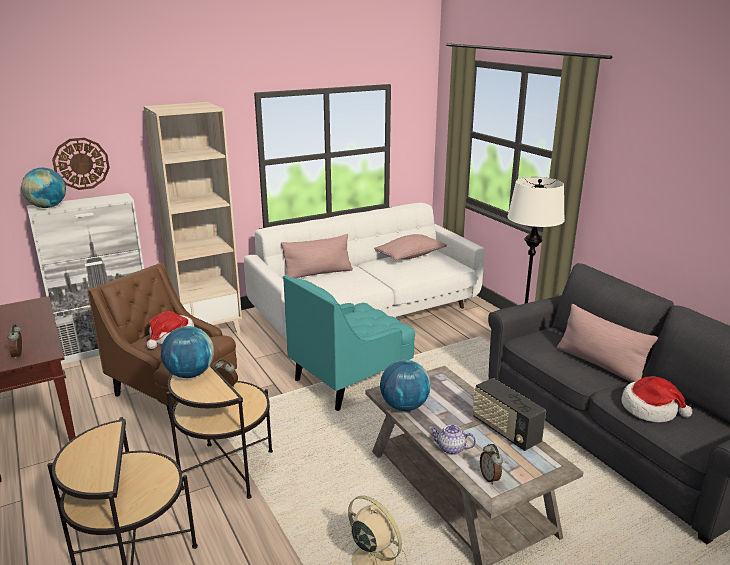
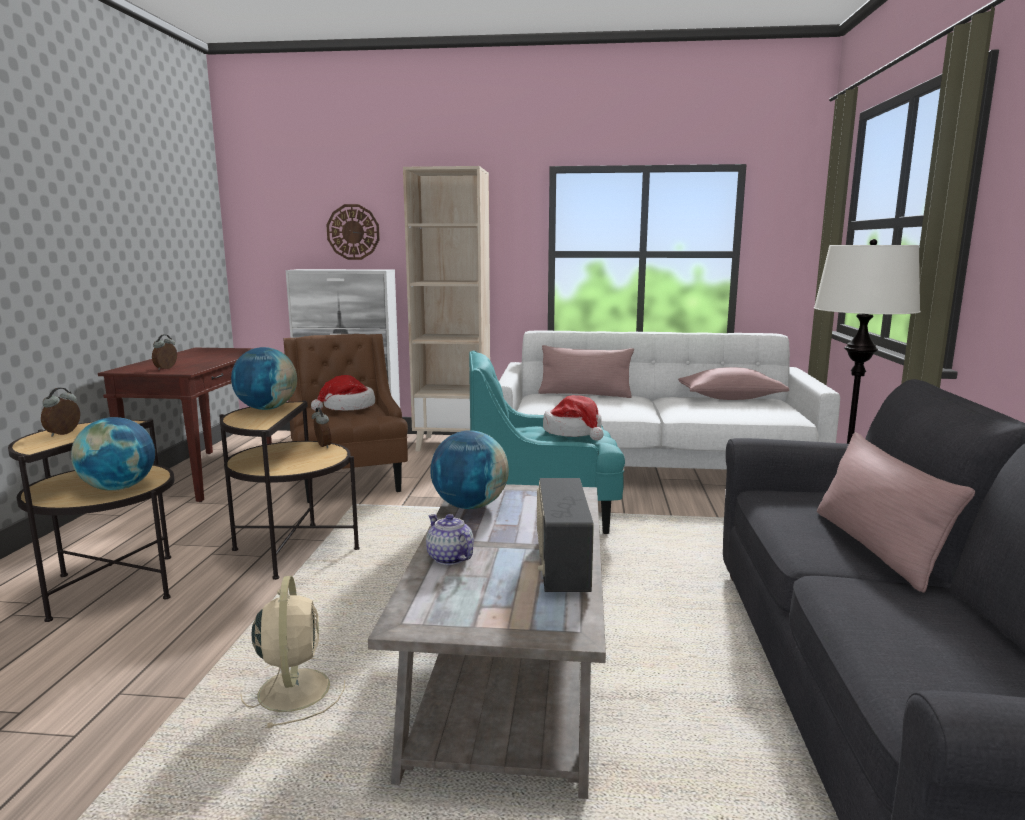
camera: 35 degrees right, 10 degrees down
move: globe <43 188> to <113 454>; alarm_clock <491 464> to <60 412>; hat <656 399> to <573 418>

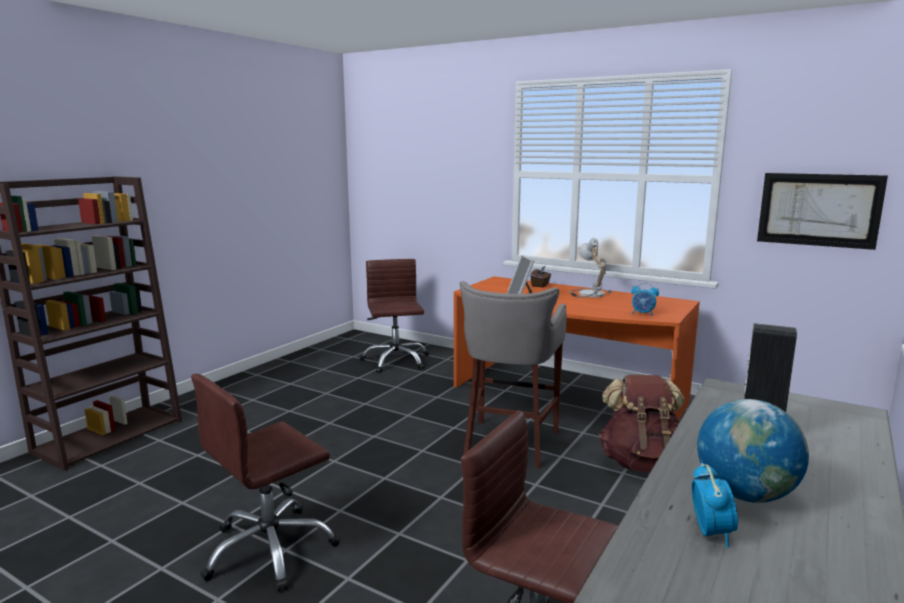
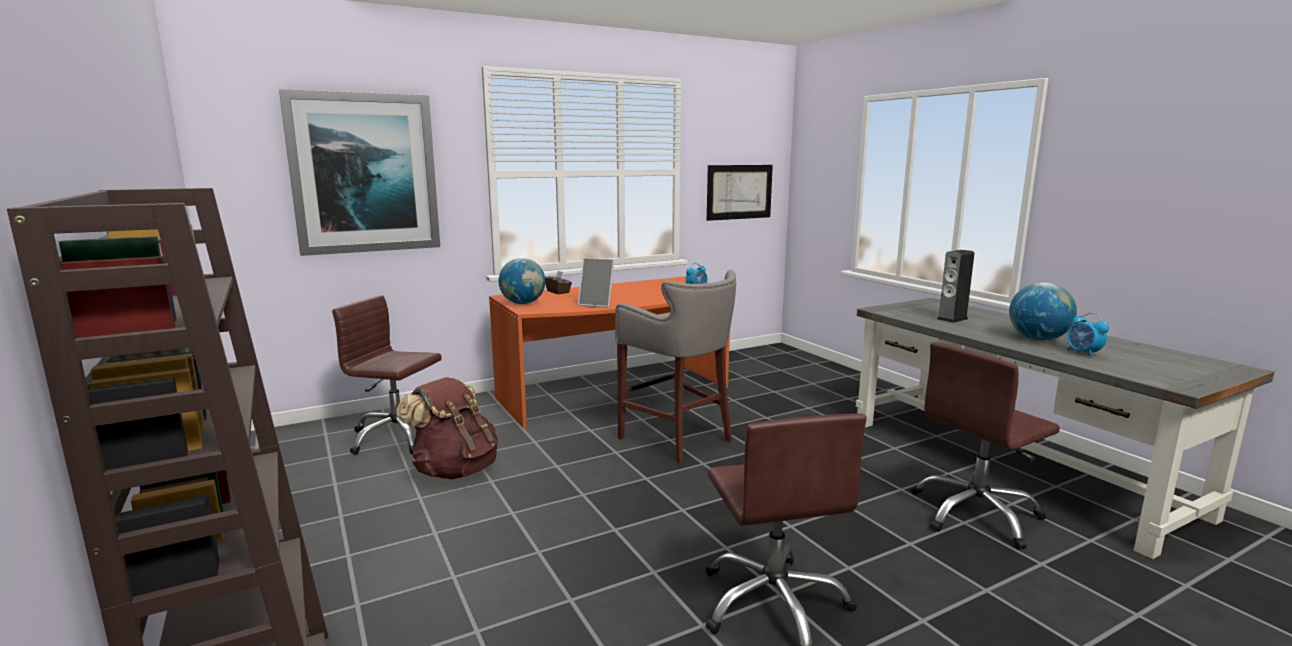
camera: 60 degrees left, 0 degrees up
delete: table_lamp <590 268>
insert: picture <359 172>; globe <522 281>
move: brown_backpack <642 423> to <447 428>
rotate: alarm_clock <715 505> = <1088 335> 150 degrees counterclockwise

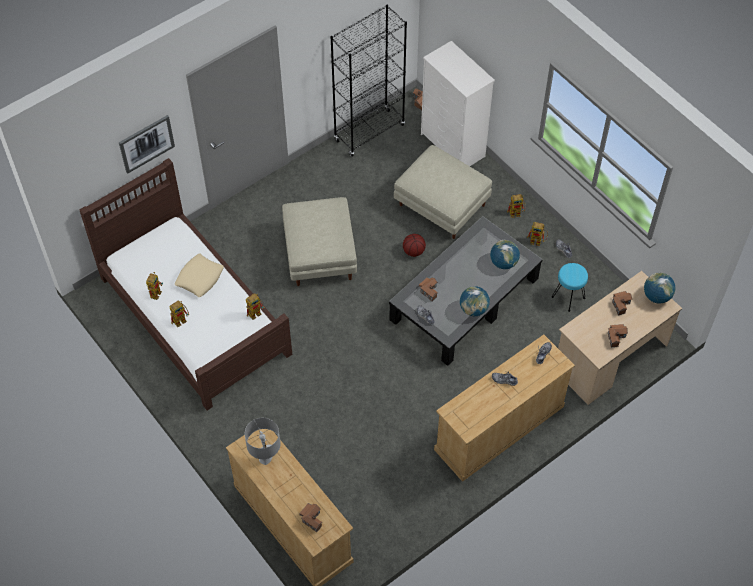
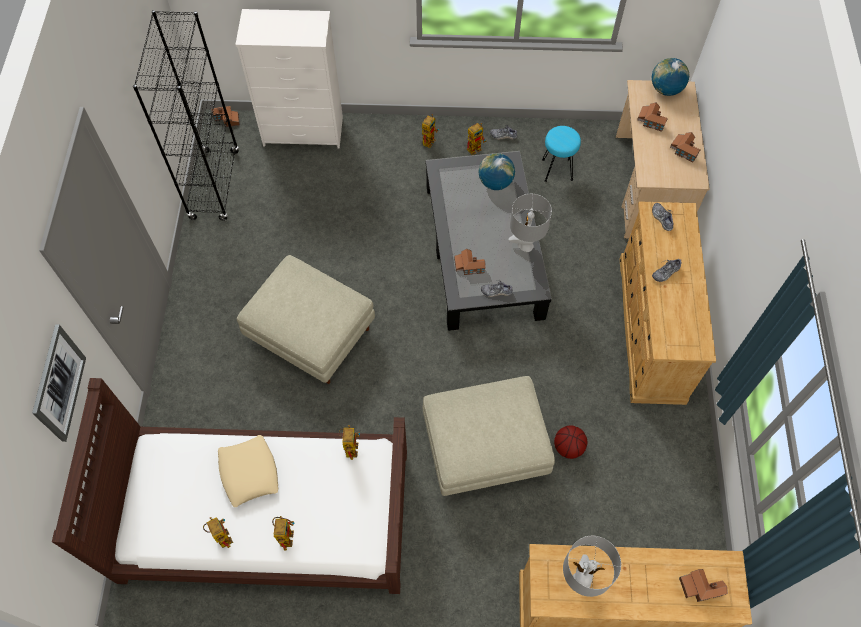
camera: 50 degrees left, 5 degrees up
move: beige_ottoman <443 192> to <489 436>; basketball <414 245> to <570 442>
replace: globe <475 301> to grey_table_lamp <530 223>

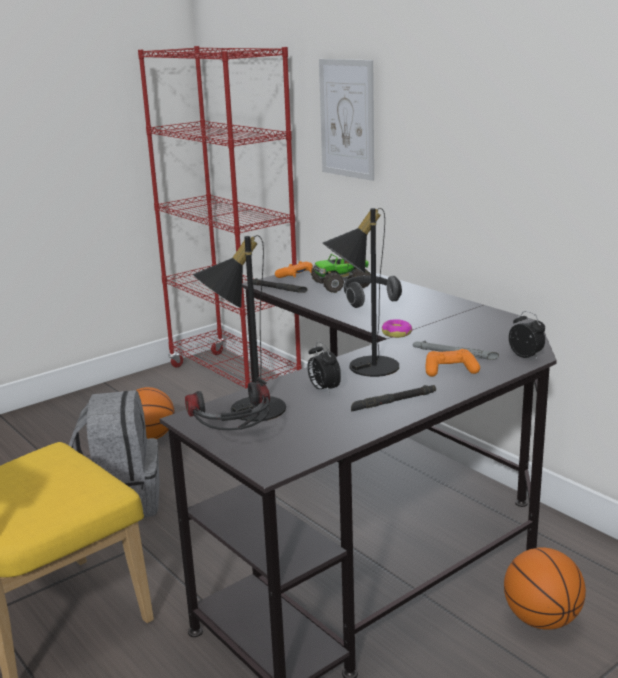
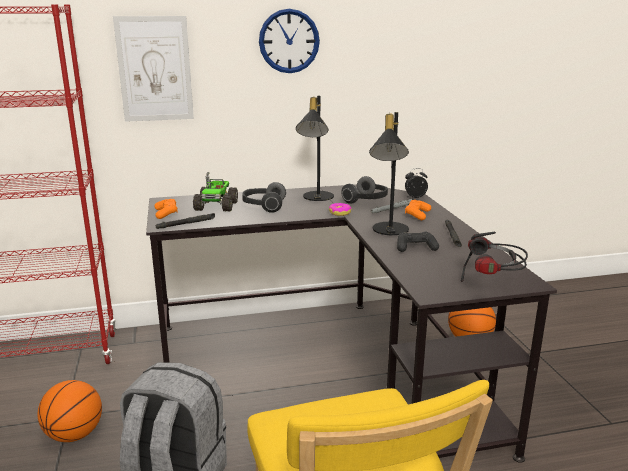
camera: 65 degrees left, 0 degrees up
insert: wall_clock <289 41>; headphones <364 190>
move: black_table_lamp <239 328> to <315 148>
replace: alarm_clock <324 368> to black_game_controller <418 242>

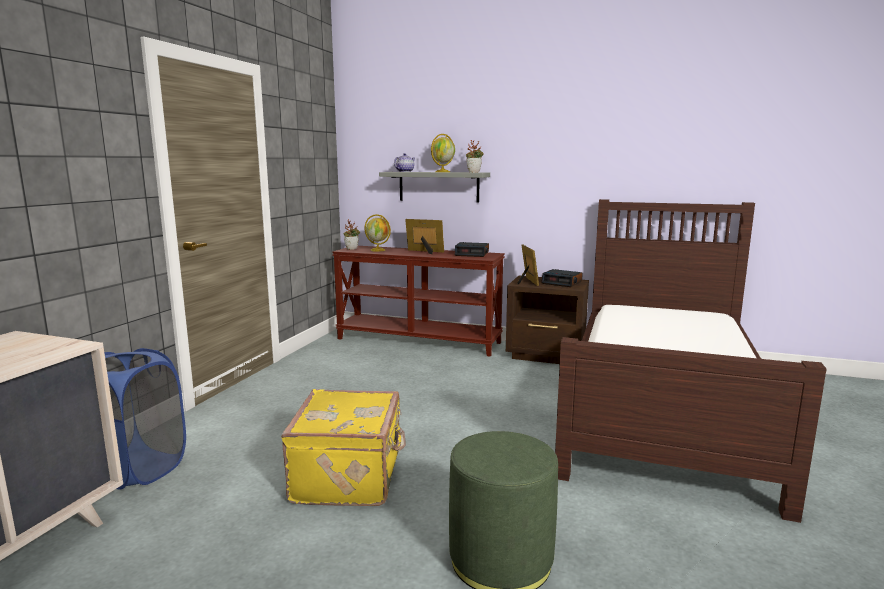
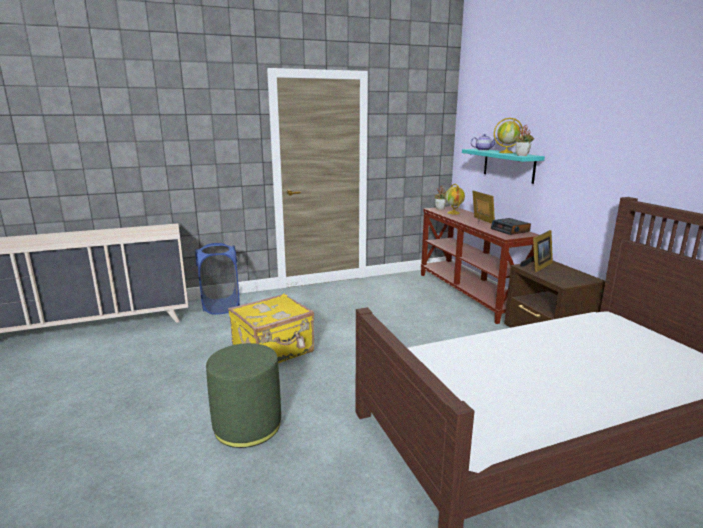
camera: 50 degrees right, 5 degrees up
delete: alarm_clock <562 278>
recolor: grey_shelf <434 187> to turquoise_shelf <503 166>

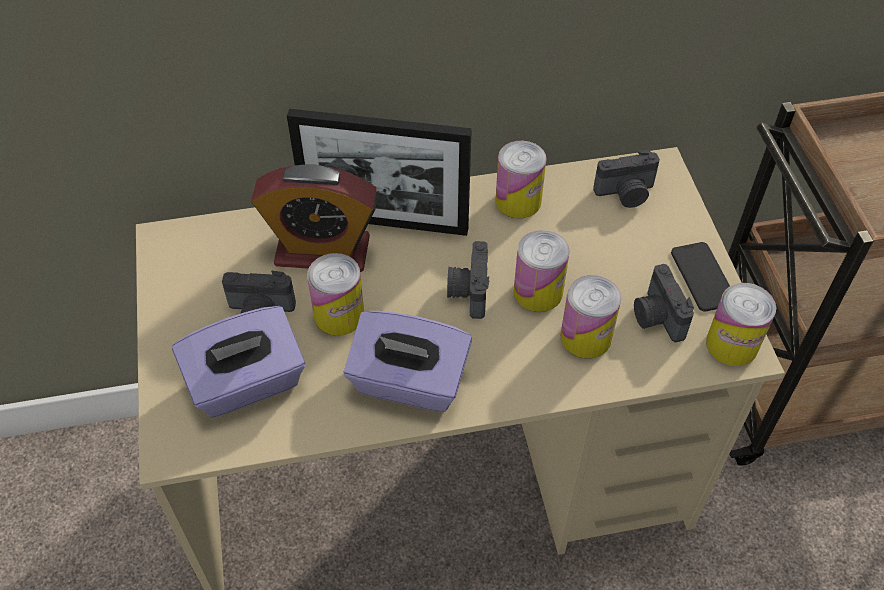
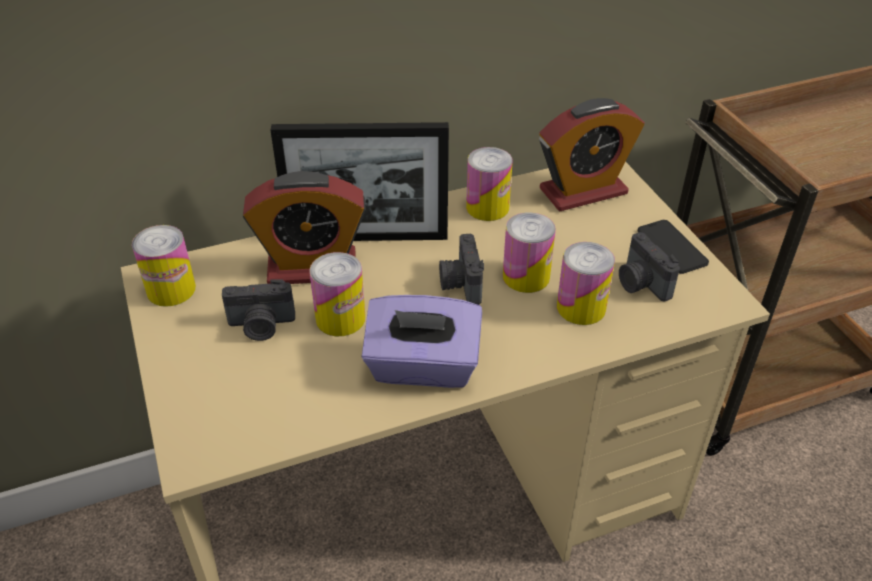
camera: 10 degrees left, 10 degrees down
delete: purple_tissue_box <238 361>
move: can <741 324> to <164 266>
replace: photo_camera <626 179> to alarm_clock <592 154>

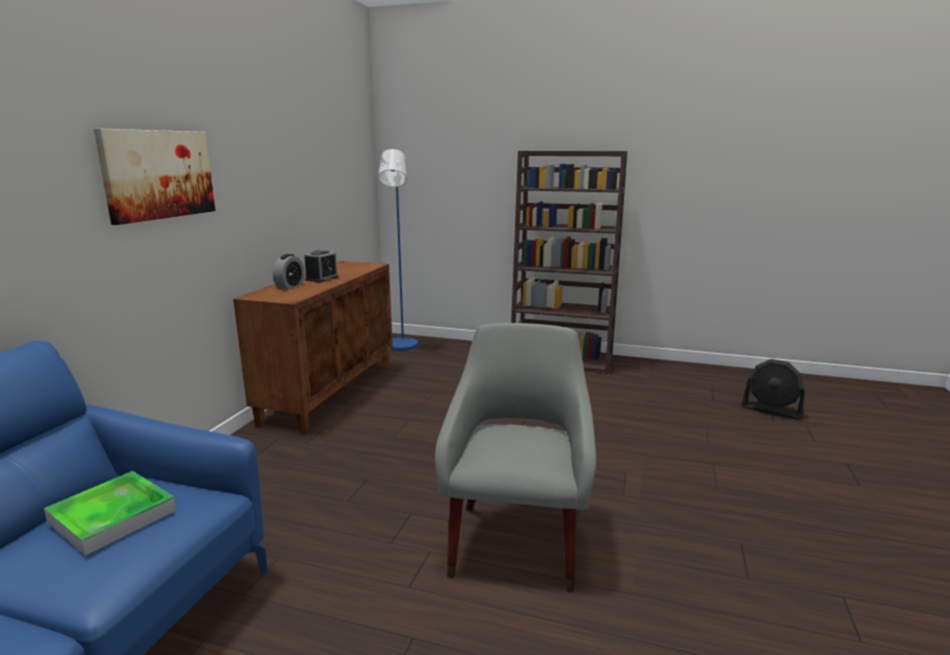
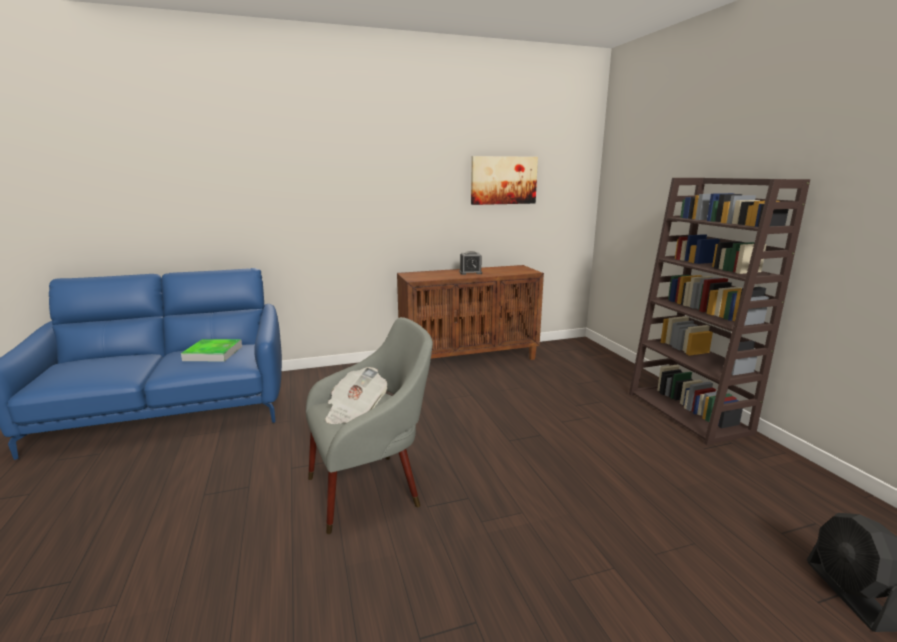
camera: 55 degrees right, 0 degrees up
delete: alarm_clock <289 271>; blue_floor_lamp <398 250>
insert: newspaper <356 395>
move: picture <154 177> to <504 180>

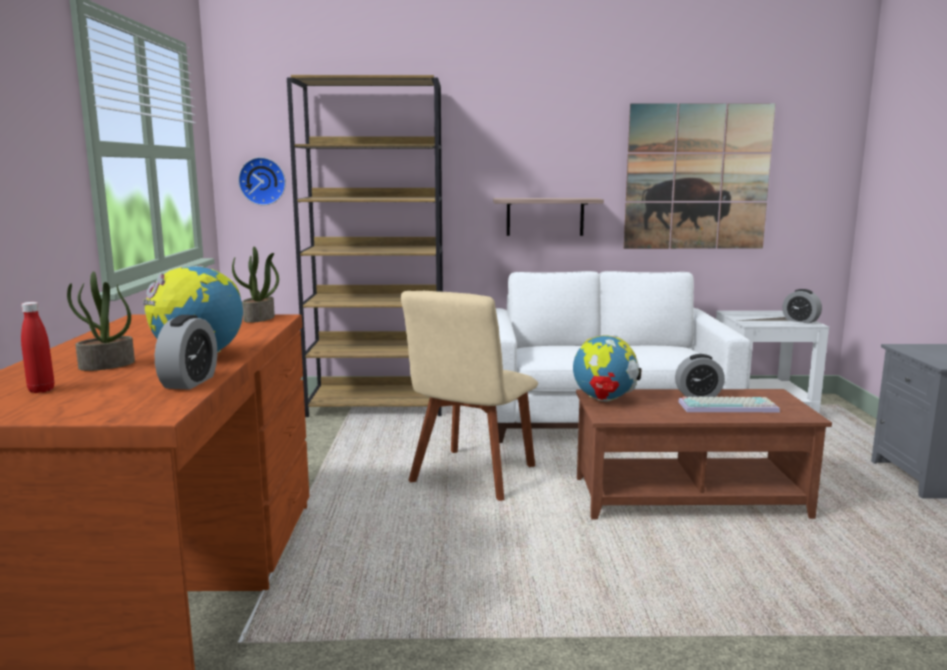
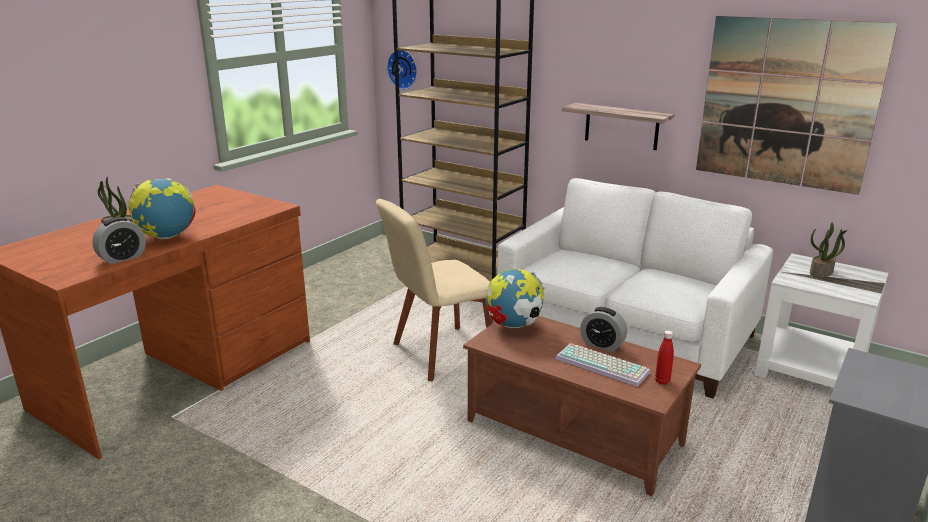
camera: 35 degrees right, 10 degrees up
delete: alarm_clock <802 306>
move: red_bottle <37 347> to <664 357>; potted_plant <255 284> to <828 250>

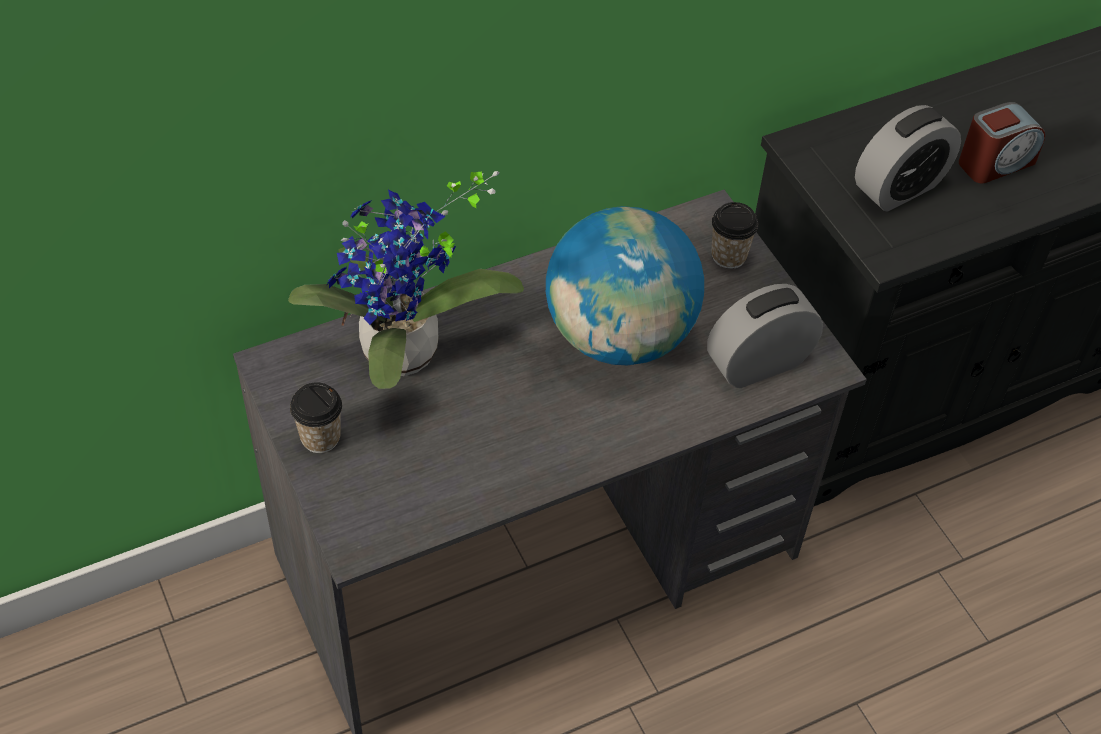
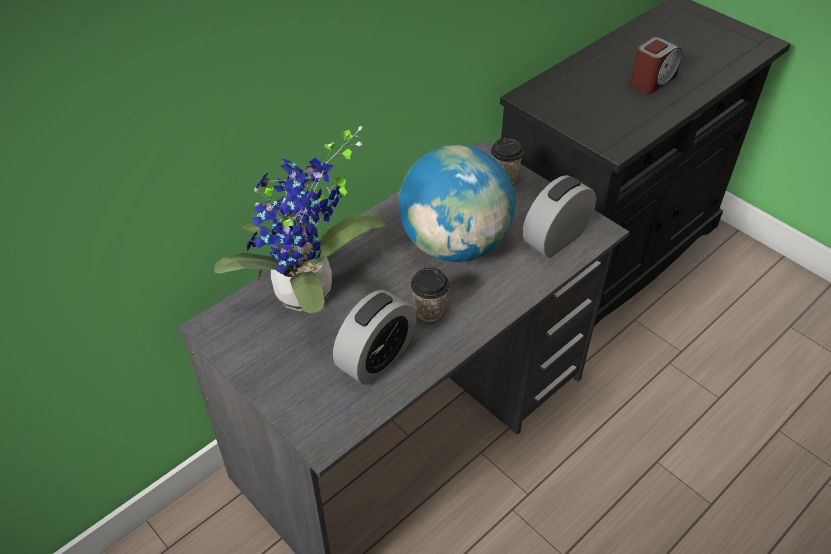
camera: 15 degrees left, 5 degrees down
move: cup <316 417> to <430 295>; alarm_clock <908 158> to <374 337>

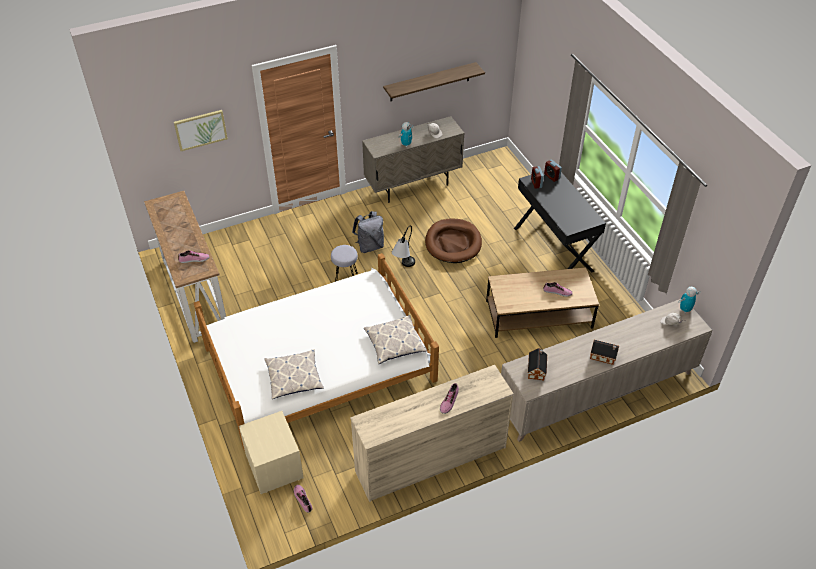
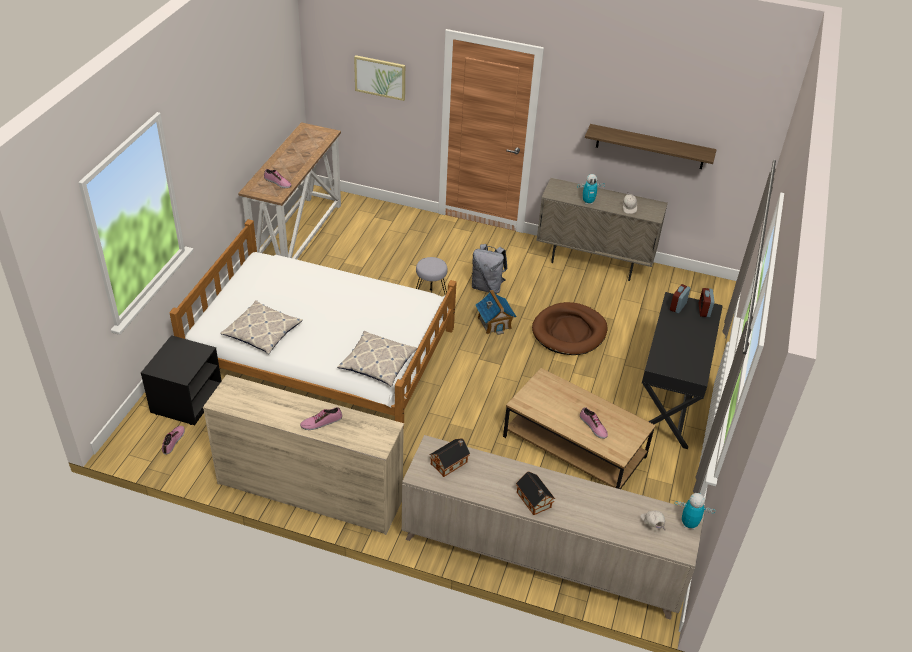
camera: 40 degrees right, 5 degrees down
replace: table_lamp <403 246> to toy_house <495 312>
recolor: beige_nightstand <271 452> to black_nightstand <181 380>

